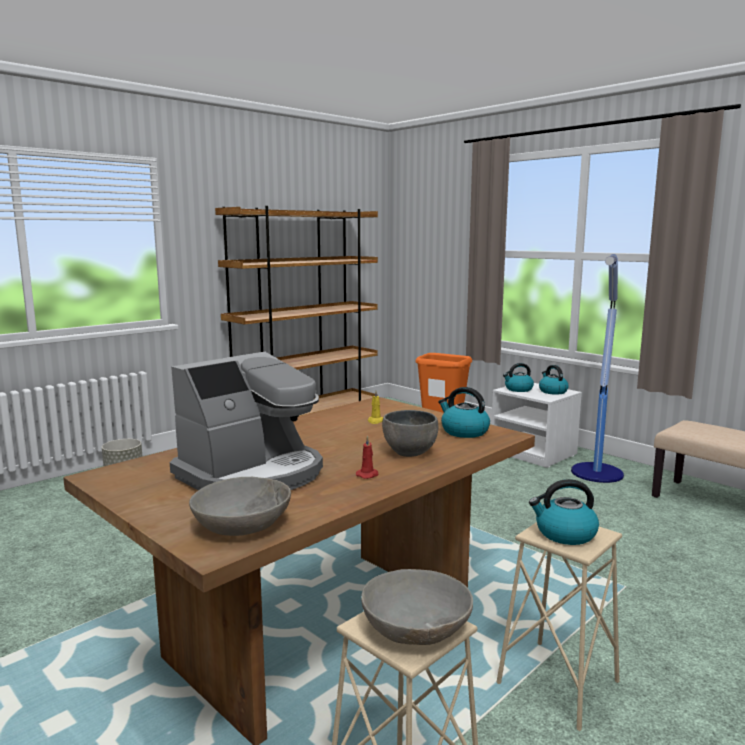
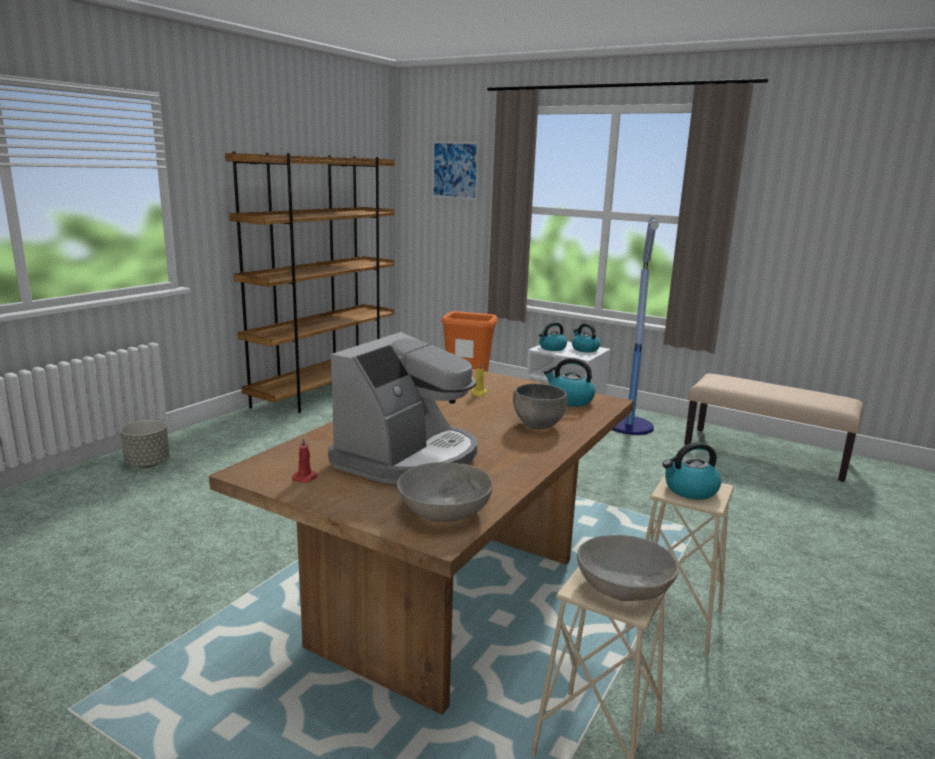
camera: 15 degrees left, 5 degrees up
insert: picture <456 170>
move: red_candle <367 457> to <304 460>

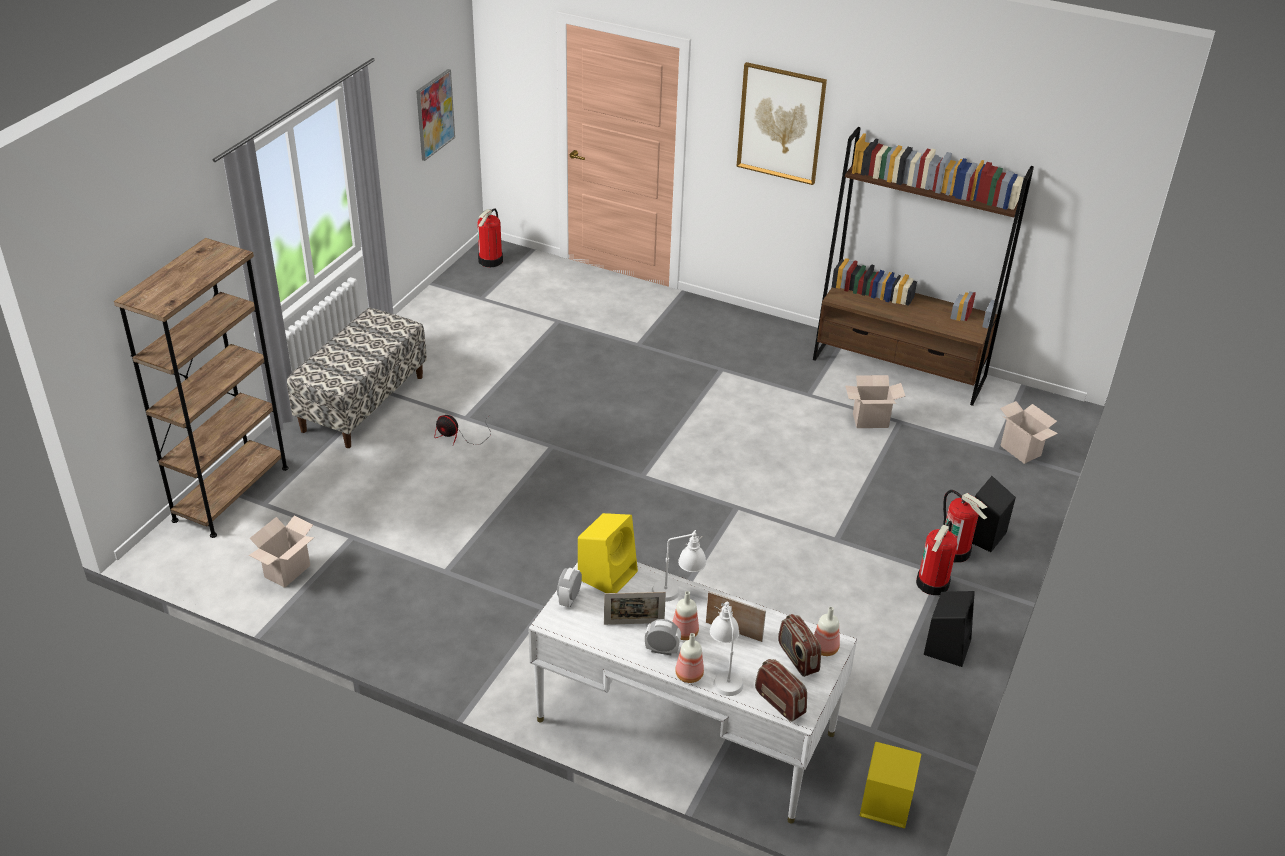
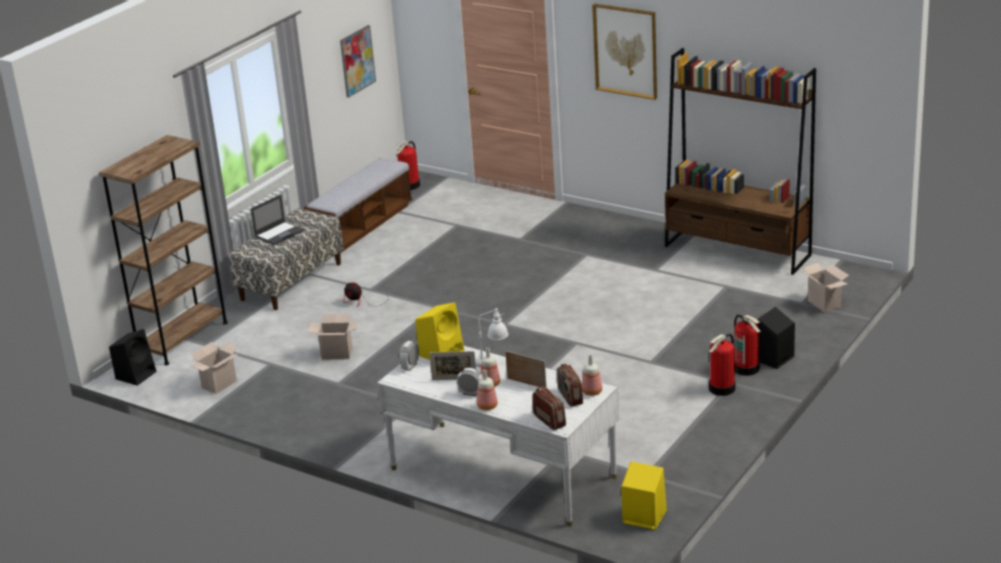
camera: 10 degrees right, 10 degrees down
delete: white_table_lamp <727 649>
insert: laptop <277 220>; bench <358 205>
move: cardboard_box <875 401> to <333 337>; black_speaker <949 629> to <132 357>

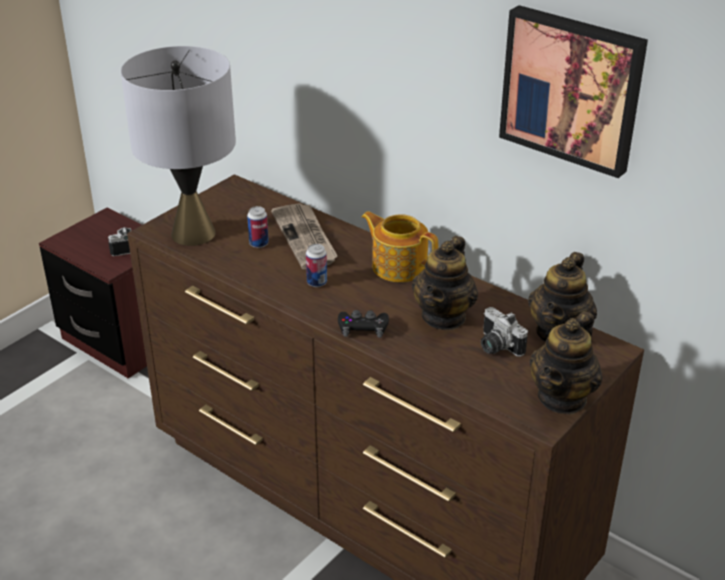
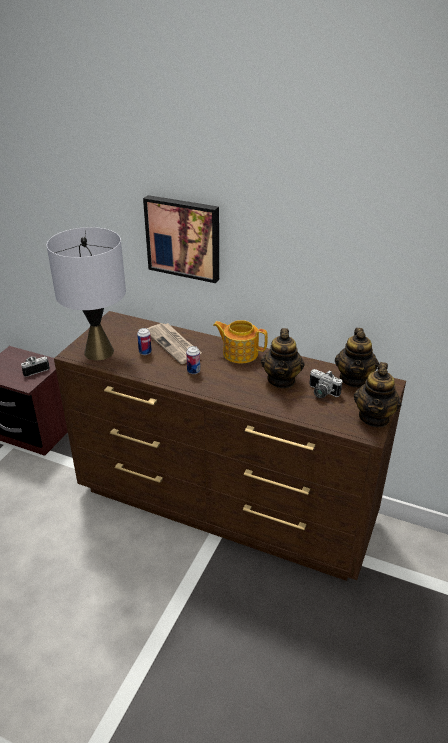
camera: 15 degrees left, 0 degrees up
delete: black_game_controller <363 324>
move: picture <573 91> to <181 239>

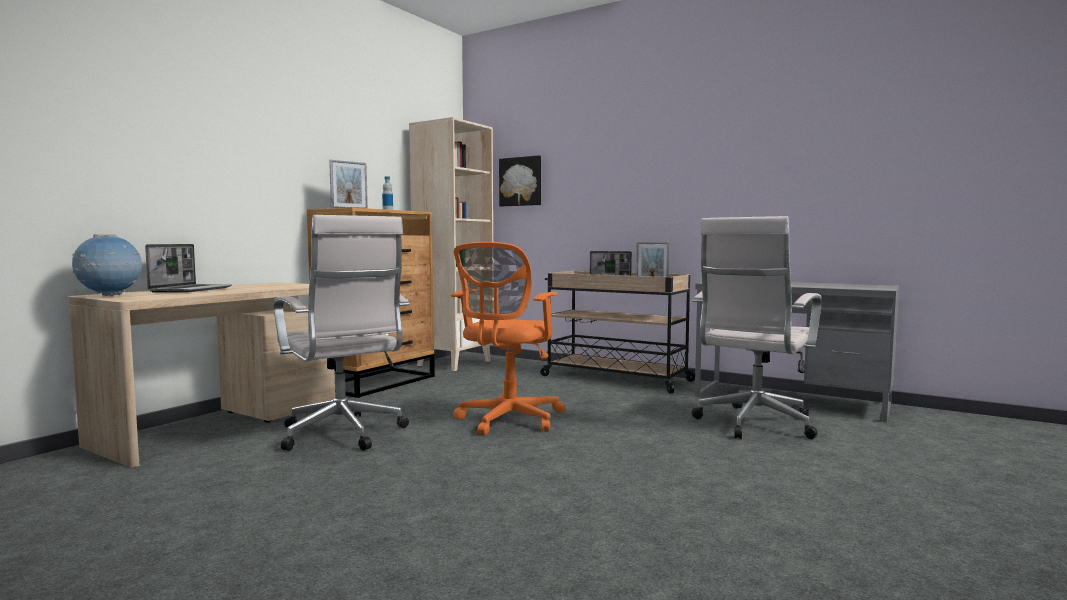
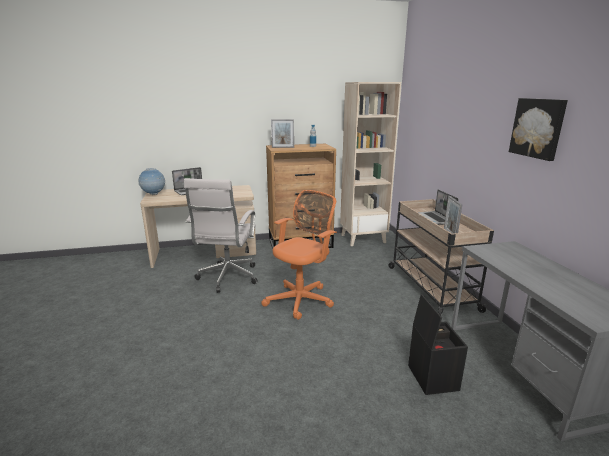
camera: 45 degrees right, 15 degrees up
move: picture <520 180> to <538 129>
replace: white_office_chair <757 327> to black_storage_box <438 344>
rotate: orange_office_chair <508 338> = <299 255> 150 degrees clockwise

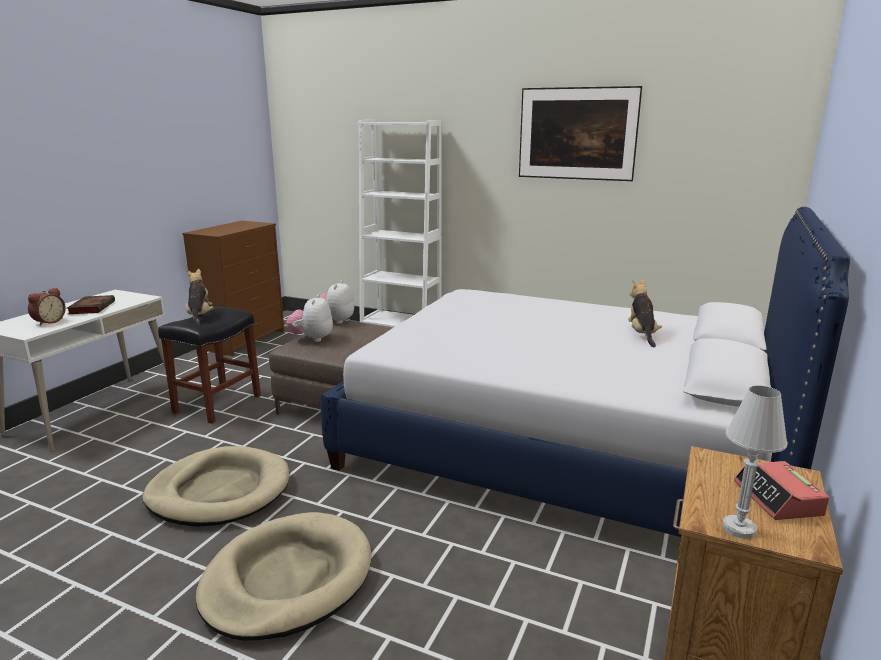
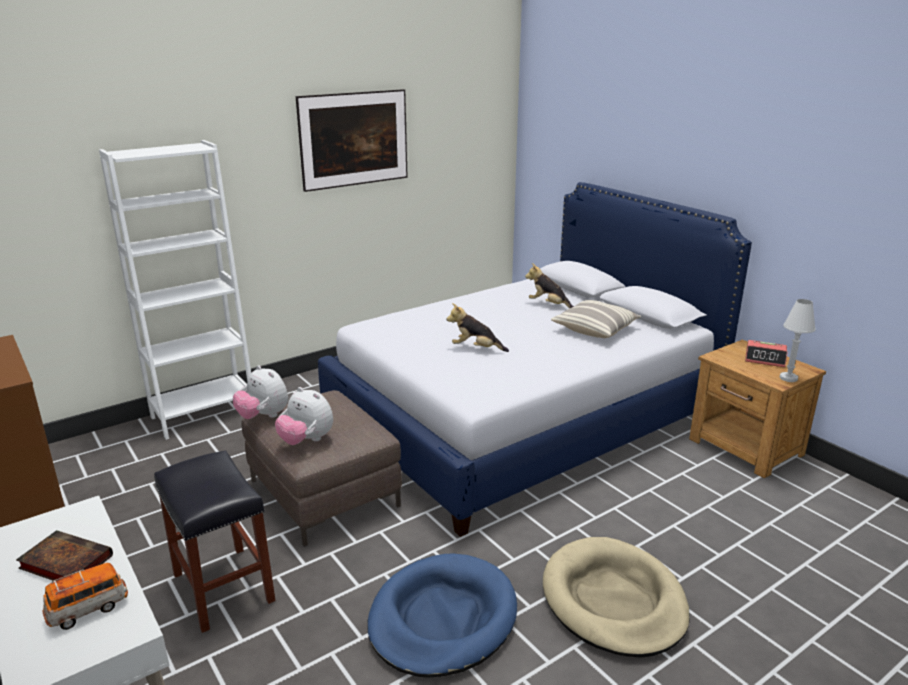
camera: 60 degrees left, 5 degrees up
insert: pillow <596 319>
move: plush_toy <200 297> to <477 327>
replace: alarm_clock <47 306> to toy_car <85 596>
recolor: beige_dog_bed <215 486> to blue_dog_bed <442 616>

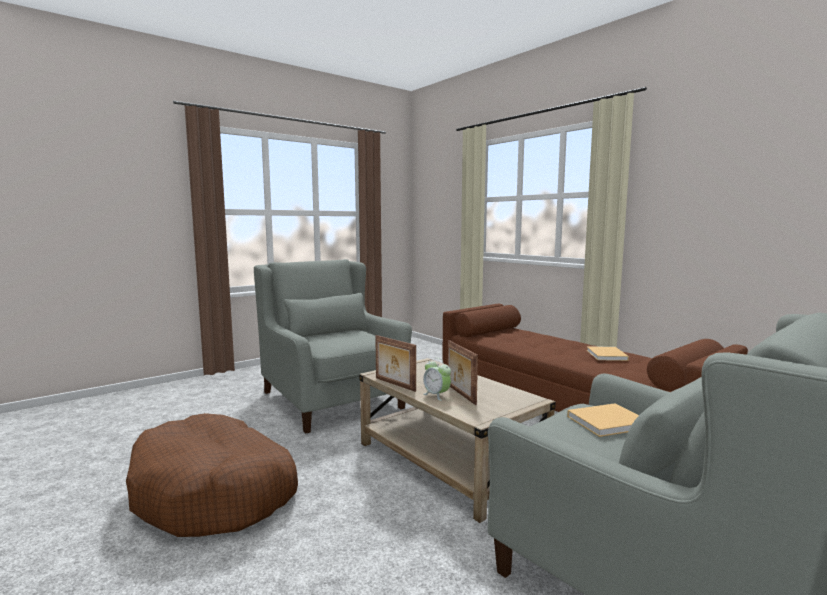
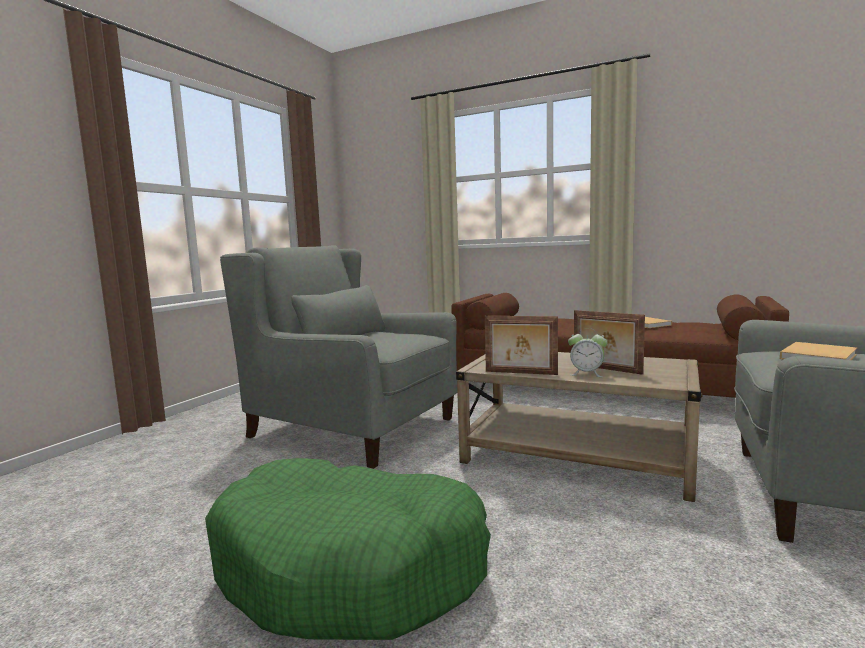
camera: 25 degrees left, 0 degrees up
recolor: brown_dog_bed <212 475> to green_dog_bed <348 549>

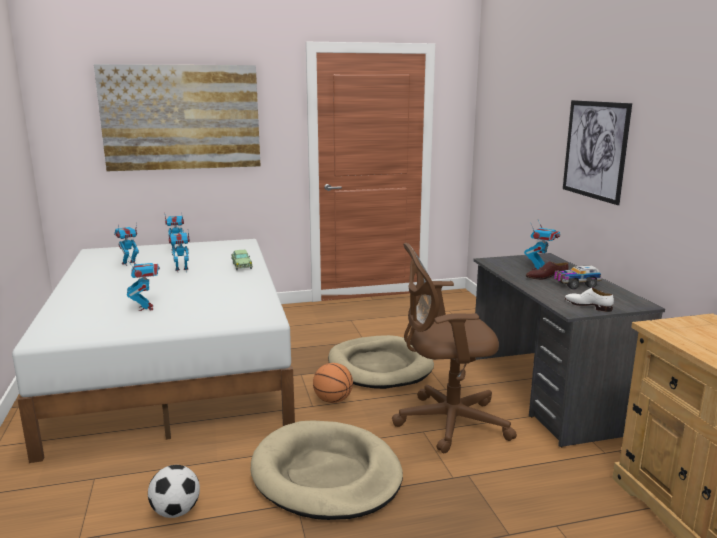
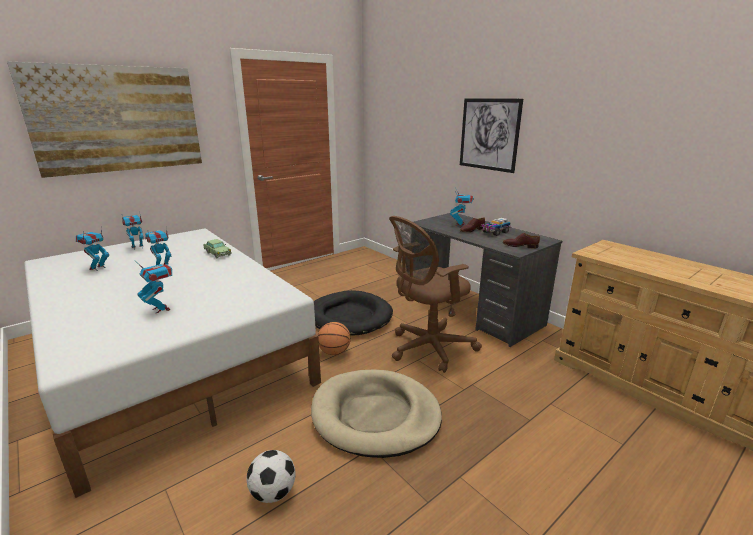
camera: 25 degrees left, 5 degrees up
recolor: beige_dog_bed <381 362> to black_dog_bed <353 313>; white_shoe <589 300> to brown_shoe <521 240>

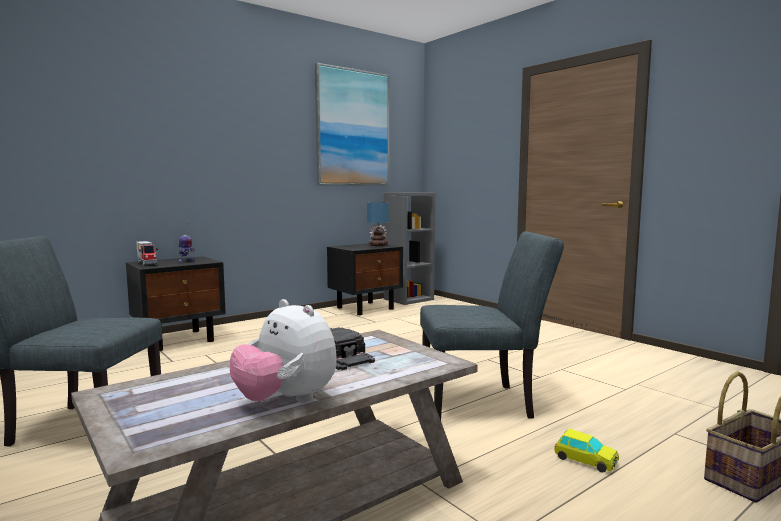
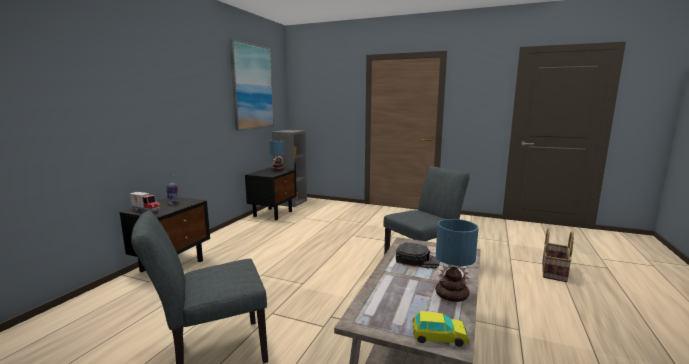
camera: 30 degrees left, 5 degrees up
move: toy_car <586 450> to <441 329>
replace: plush_toy <283 351> to table_lamp <457 260>

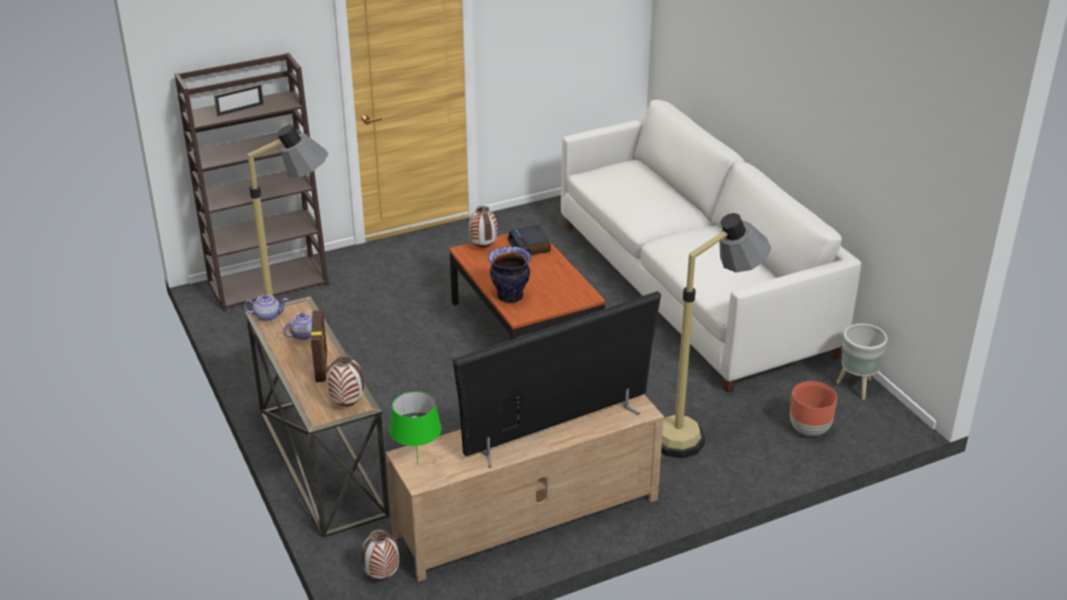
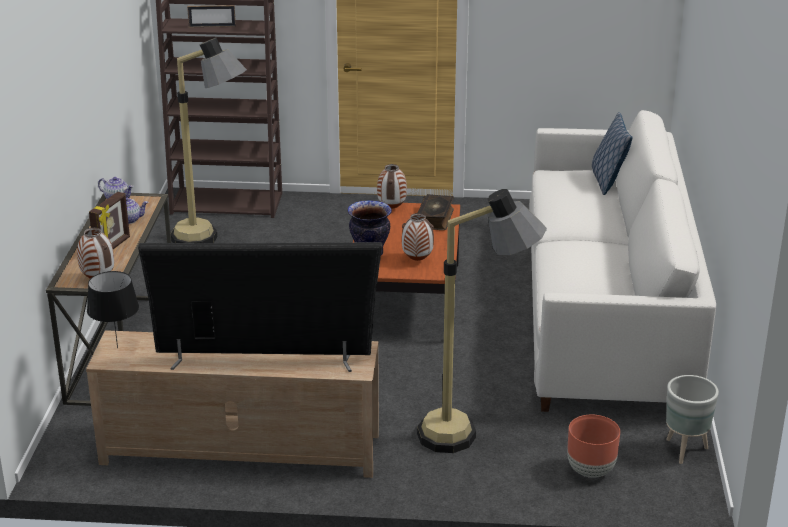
camera: 30 degrees right, 5 degrees down
insert: pillow <612 153>
move: vase <380 554> to <418 237>
replace: alarm_clock <529 240> to book <436 212>
recolor: green_table_lamp <415 428> to black_table_lamp <113 309>

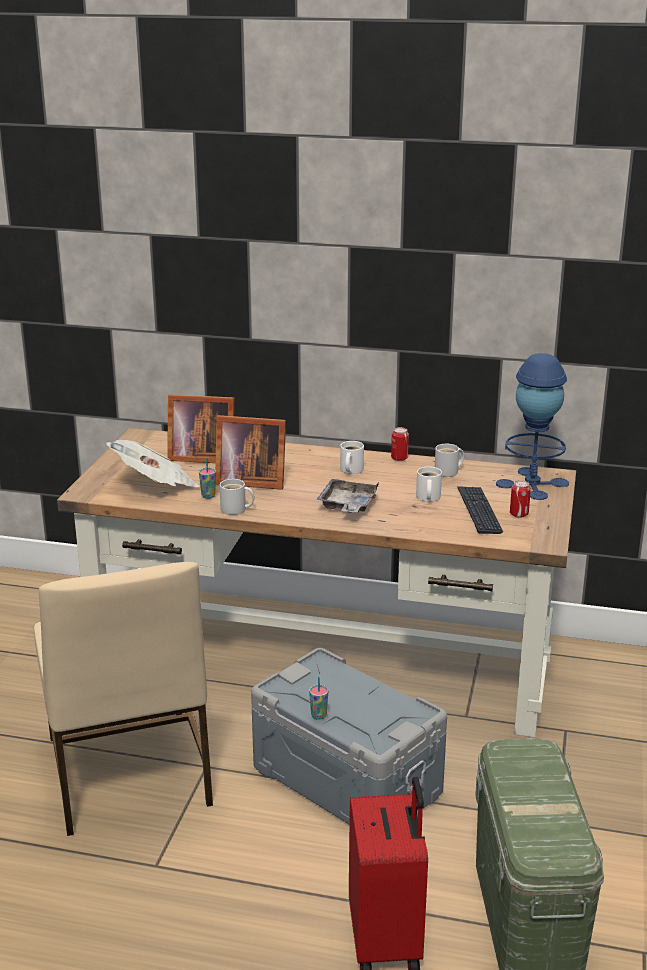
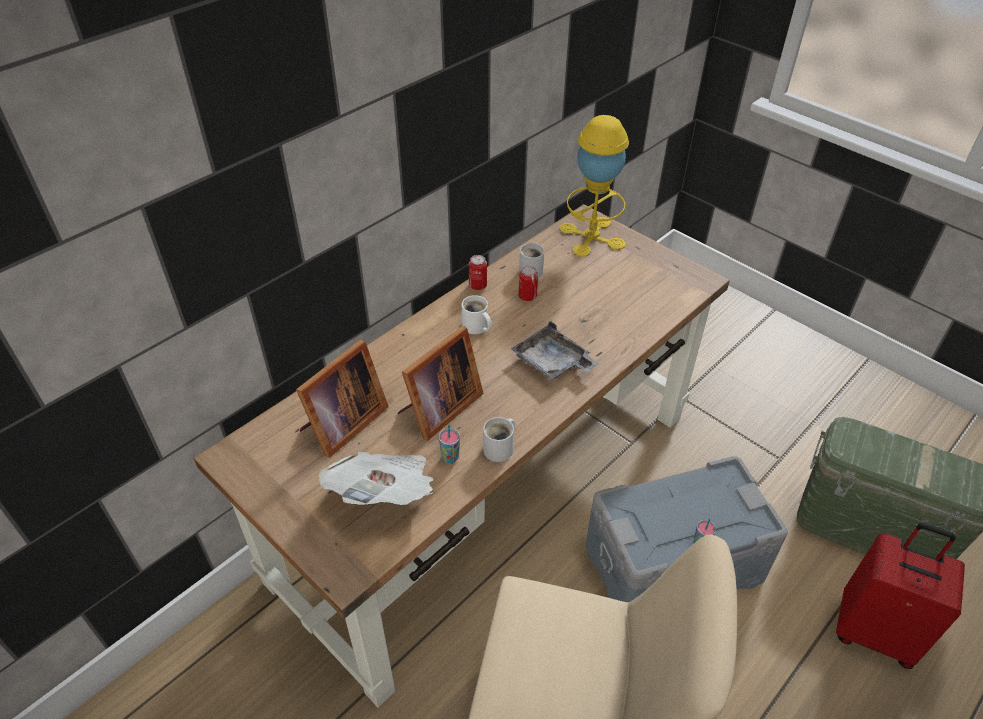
camera: 60 degrees left, 20 degrees up
delete: white_mug <429 484>; keyboard <480 510>
move: can <520 499> to <528 283>
recolor: blue_table_lamp <532 426> to yellow_table_lamp <594 186>

